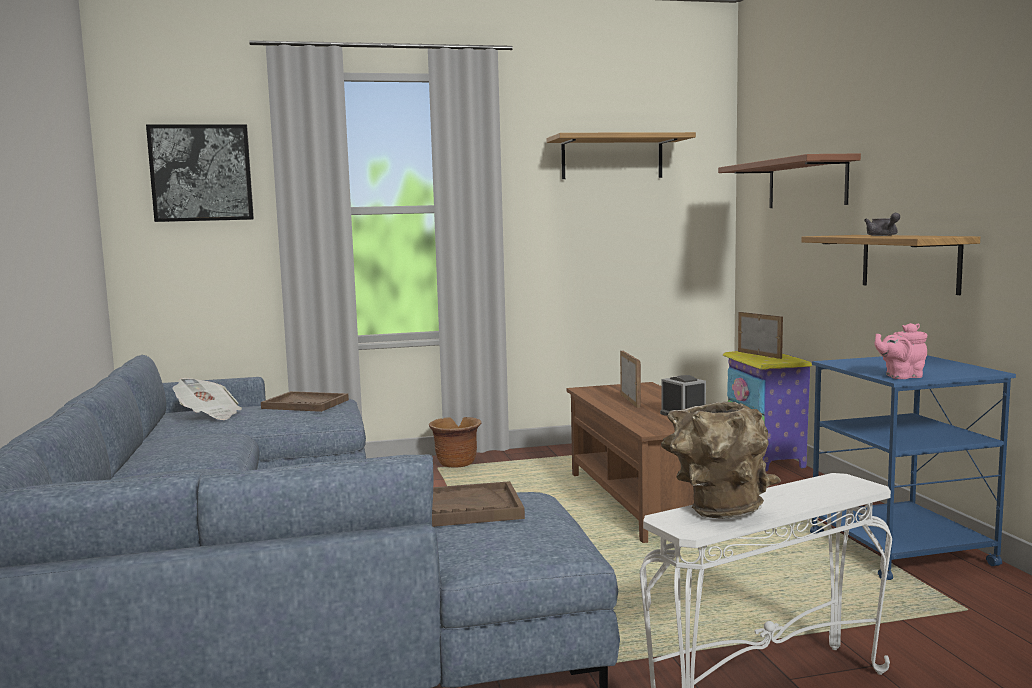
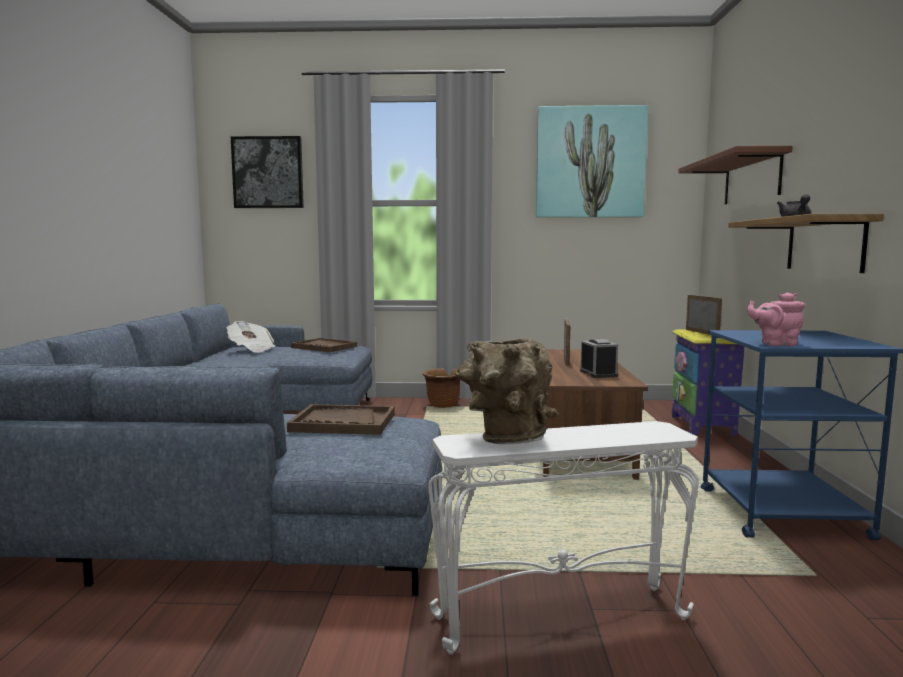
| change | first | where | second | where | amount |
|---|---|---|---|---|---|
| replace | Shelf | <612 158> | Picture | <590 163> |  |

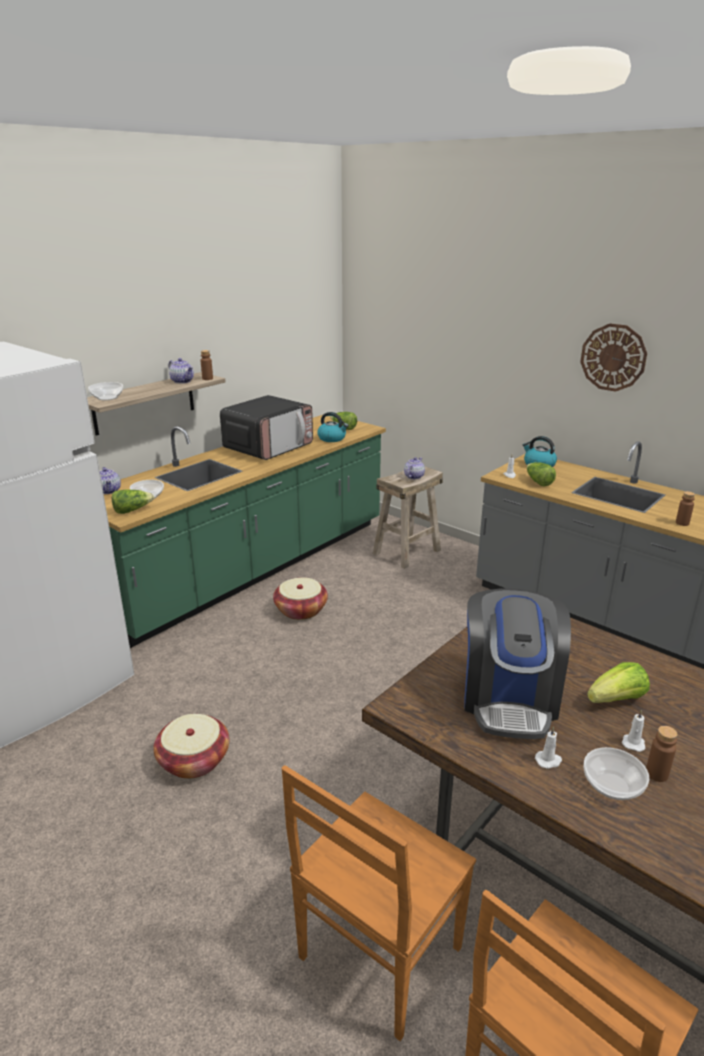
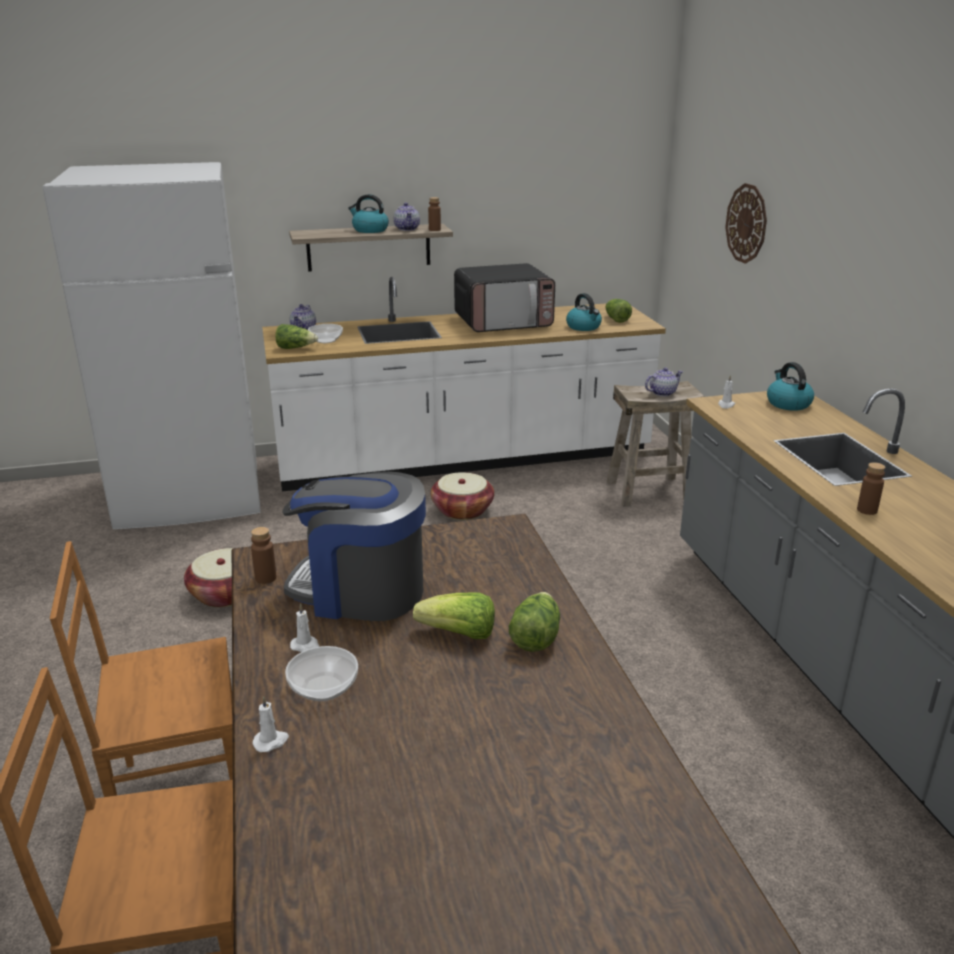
| change | first | where | second | where | amount |
|---|---|---|---|---|---|
| delete | DeepDish | <107 398> |  |  |  |
| recolor | GreenishKitchenCounter | <252 568> | WhiteColouredKitchenCounter | <464 459> |  |
| rotate | CoffeeBrewer | <509 698> |  | <360 591> | 60 degrees clockwise |
| move | LettuceHead | <538 482> |  | <535 636> |  |
| move | WallClock | <613 357> |  | <746 223> |  |
| move | WhiteColouredCandle | <633 743> |  | <271 741> |  |
| move | BrownColouredBeverageBottle | <656 774> |  | <265 578> |  |
| insert |  |  | WaterKettle | <369 230> |  |

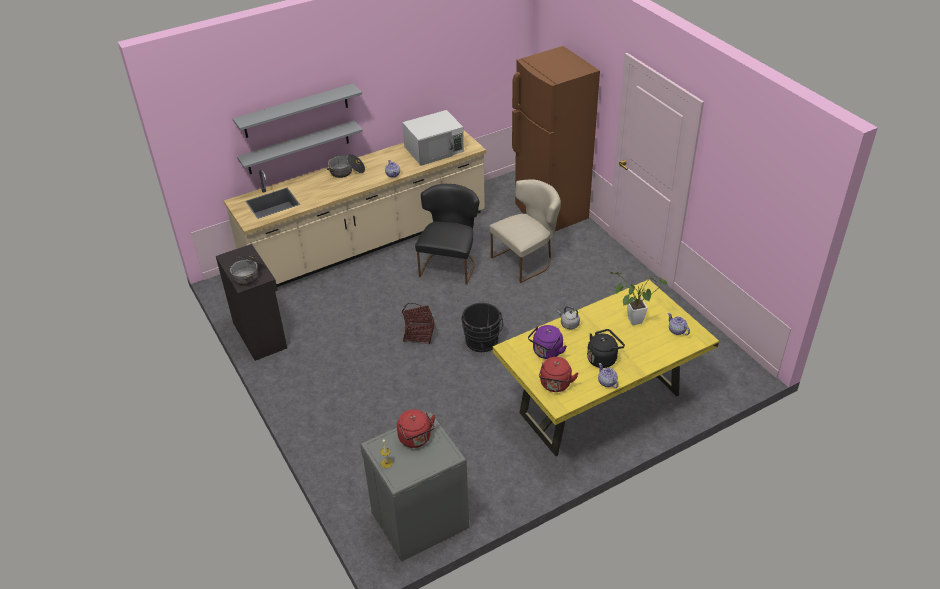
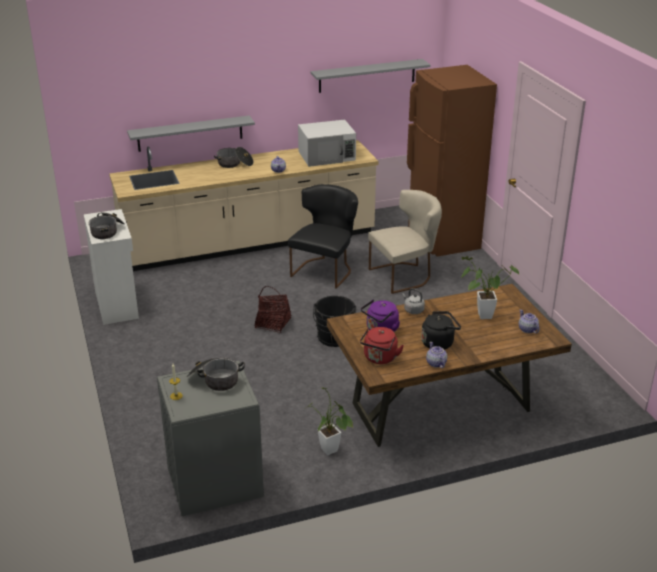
| change | first | where | second | where | amount |
|---|---|---|---|---|---|
| recolor | BlackishStorageCabinet | <260 334> | WhiteColouredStorageCabinet | <117 304> |  |
| move | GrayShelf | <296 111> |  | <367 76> |  |
| replace | RedWaterKettle | <416 439> | CookingPot | <214 380> |  |
| recolor | YellowishDiningTable | <599 405> | BrownColouredDiningTable | <439 408> |  |
| insert |  |  | PlantInAPot | <331 452> |  |

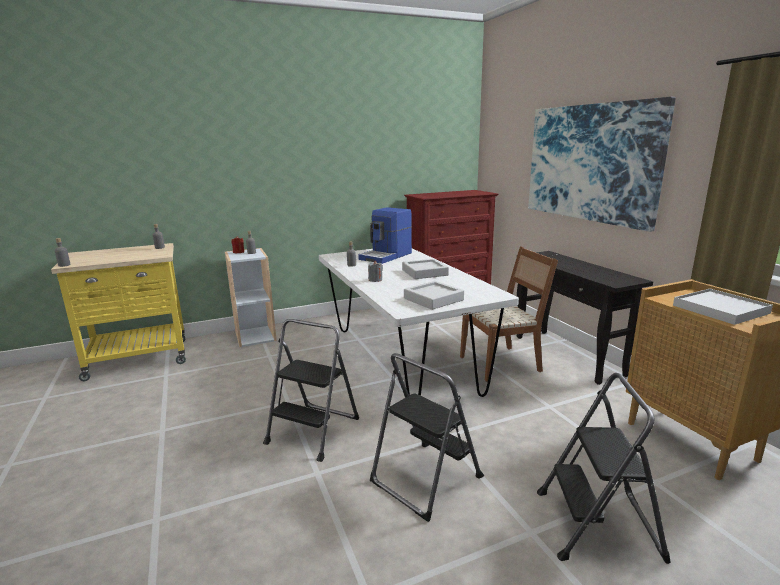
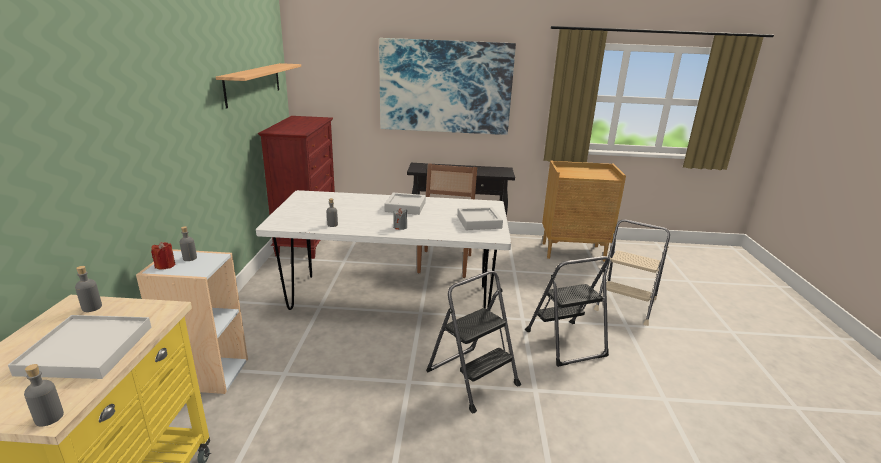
| change | first | where | second | where | amount |
|---|---|---|---|---|---|
| delete | CoffeeBrewer | <386 256> |  |  |  |
| recolor | BlackishStepStool | <603 525> | BeigeStepStool | <627 303> |  |
| move | WhiteColouredServingTray | <720 309> |  | <87 350> |  |
| insert |  |  | Shelf | <253 83> |  |

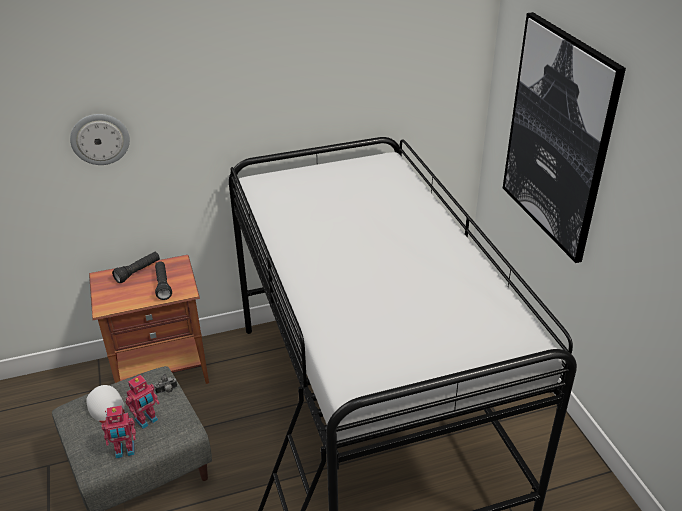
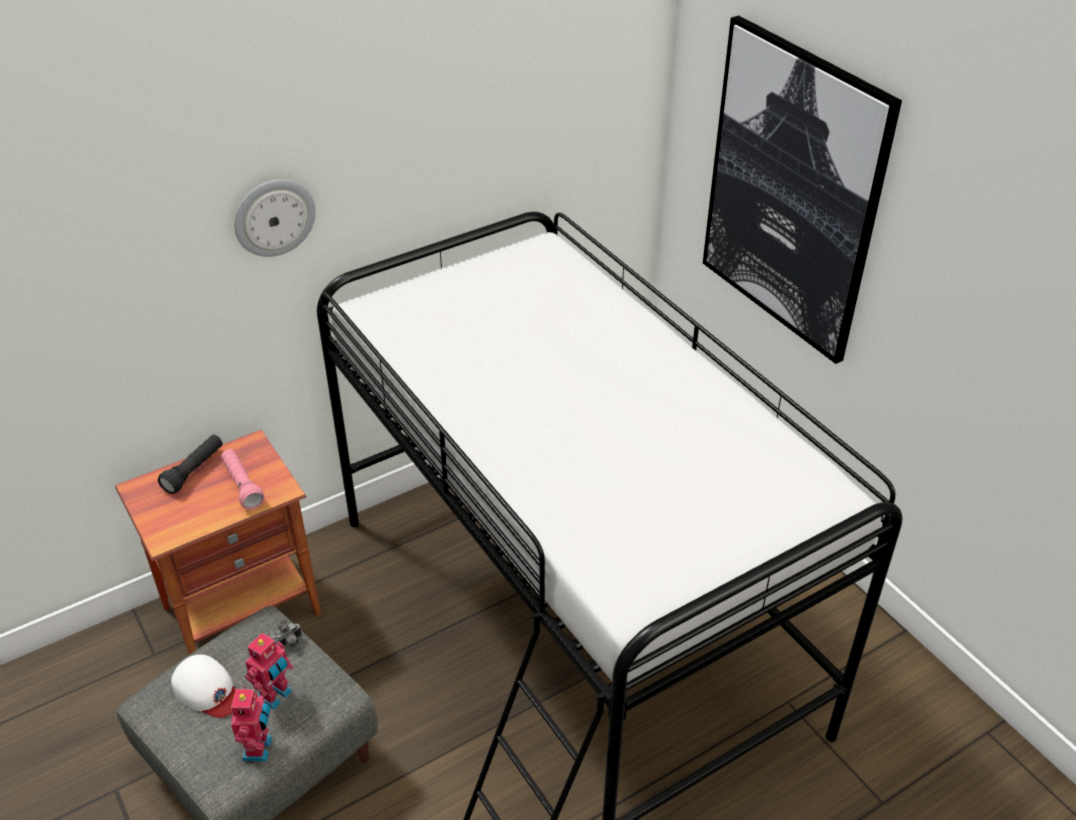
| change | first | where | second | where | amount |
|---|---|---|---|---|---|
| move | WallClock | <100 139> |  | <274 217> |  |
| rotate | ModelRobot | <125 451> |  | <259 749> | 60 degrees counterclockwise |
| recolor | BlackishHandTorch | <163 285> | PinkishHandTorch | <242 486> |  |

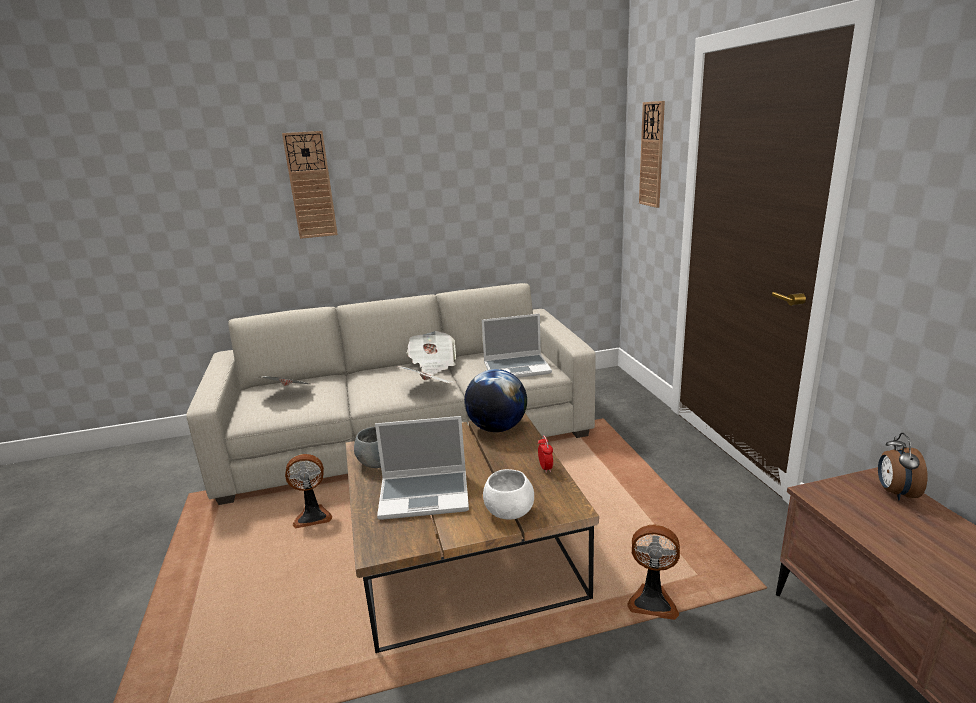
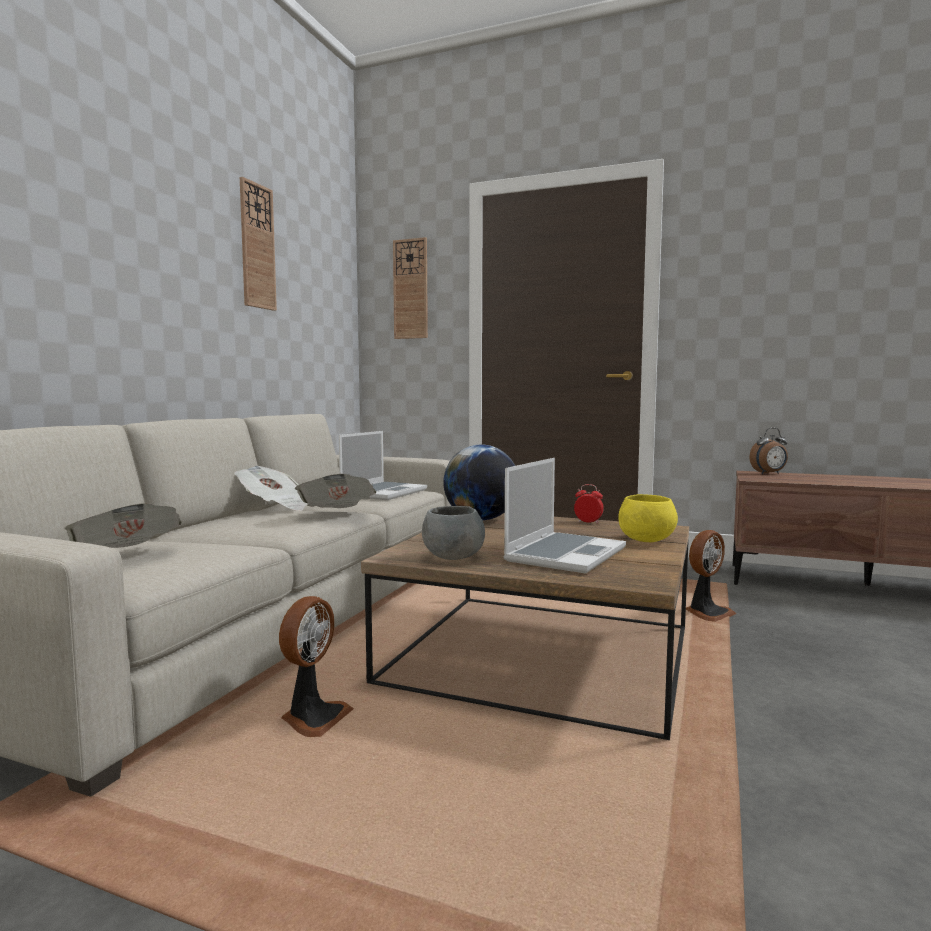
| change | first | where | second | where | amount |
|---|---|---|---|---|---|
| move | WallClock | <310 185> |  | <257 246> |  |
| recolor | WhiteColouredDeepDish | <509 512> | YellowishDeepDish | <646 540> |  |
| rotate | BedsideClock | <895 492> |  | <769 473> | 60 degrees counterclockwise |

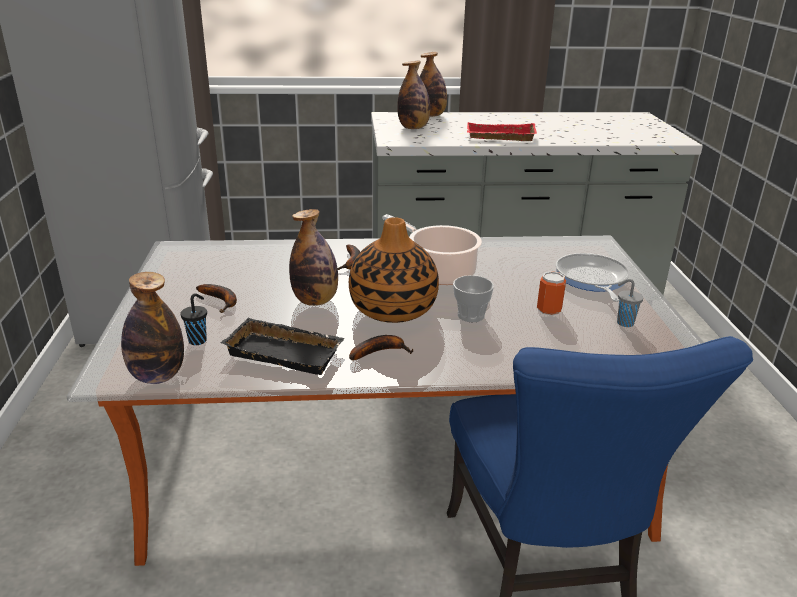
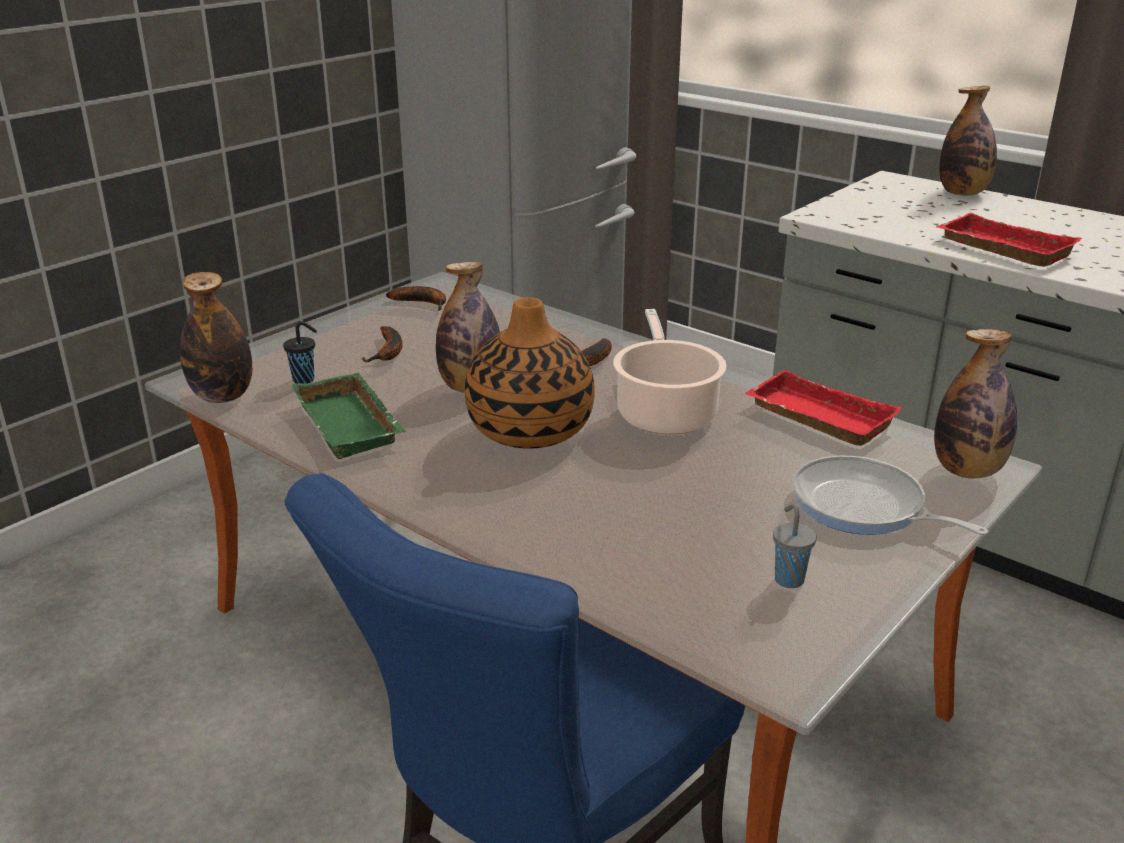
| change | first | where | second | where | amount |
|---|---|---|---|---|---|
| recolor | BlackishServingTray | <287 352> | GreenishServingTray | <352 424> |  |
| move | Banana | <380 351> |  | <423 302> |  |
| move | BeverageBottle | <413 128> |  | <967 471> |  |
| delete | SmallCup | <471 315> |  |  |  |
| delete | Can | <549 310> |  |  |  |
| rotate | Skillet | <591 279> |  | <863 507> | 90 degrees counterclockwise |
| insert |  |  | RedServingTray | <816 418> |  |

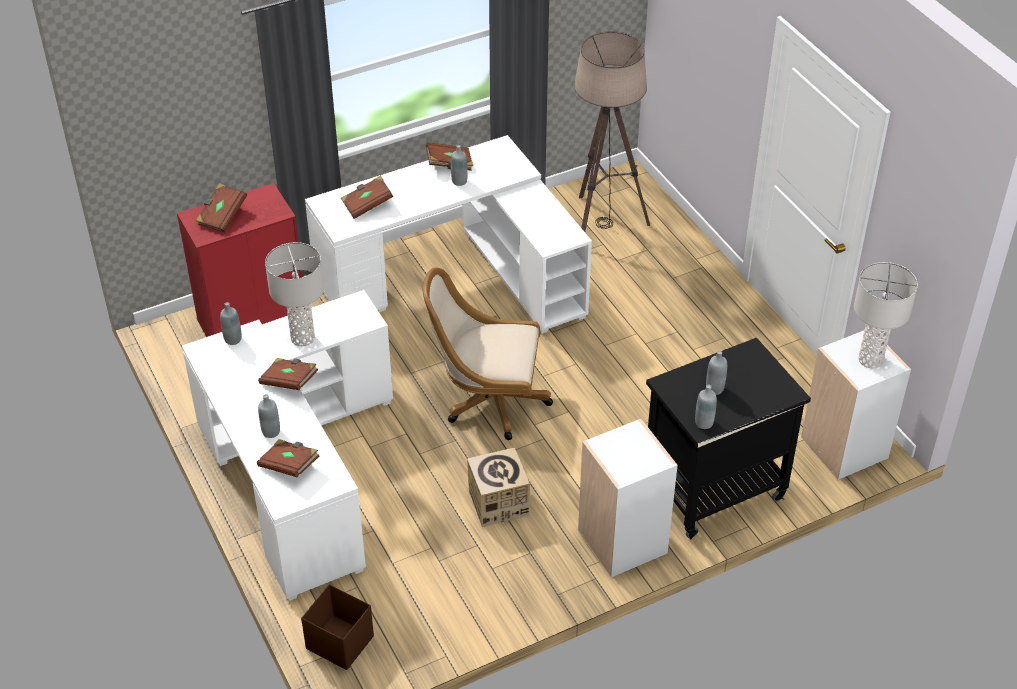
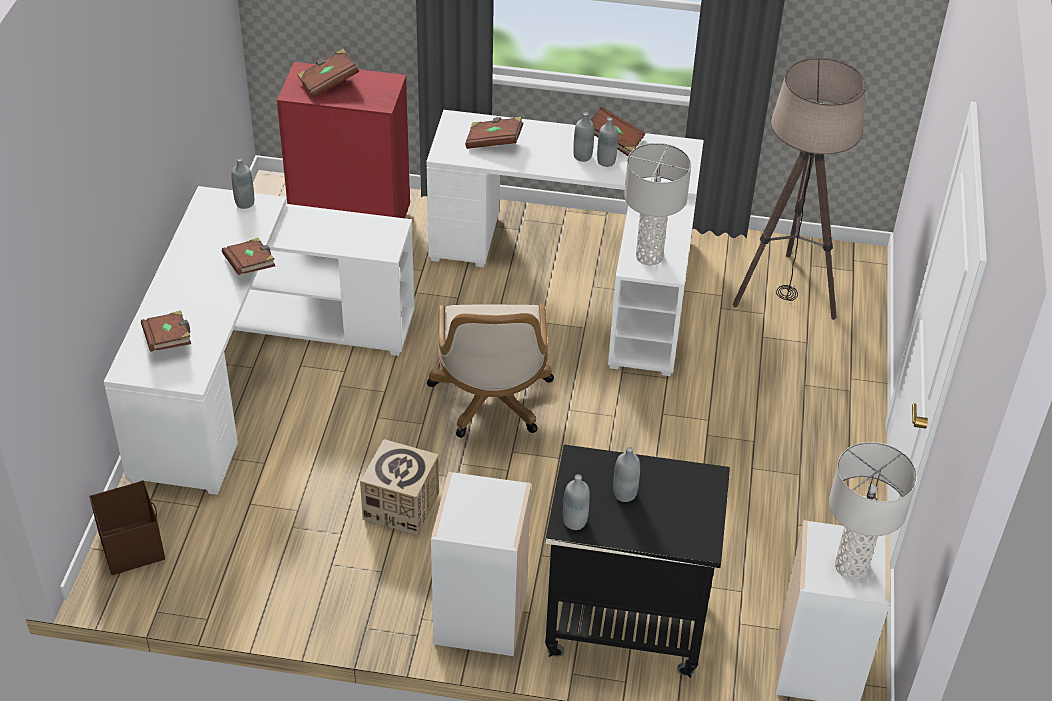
| change | first | where | second | where | amount |
|---|---|---|---|---|---|
| move | GrayBeverageBottle | <271 432> |  | <582 156> |  |
| move | WhiteColouredTabletopLamp | <302 338> |  | <649 256> |  |
| rotate | ComputerChair | <488 400> |  | <492 403> | 135 degrees counterclockwise |

